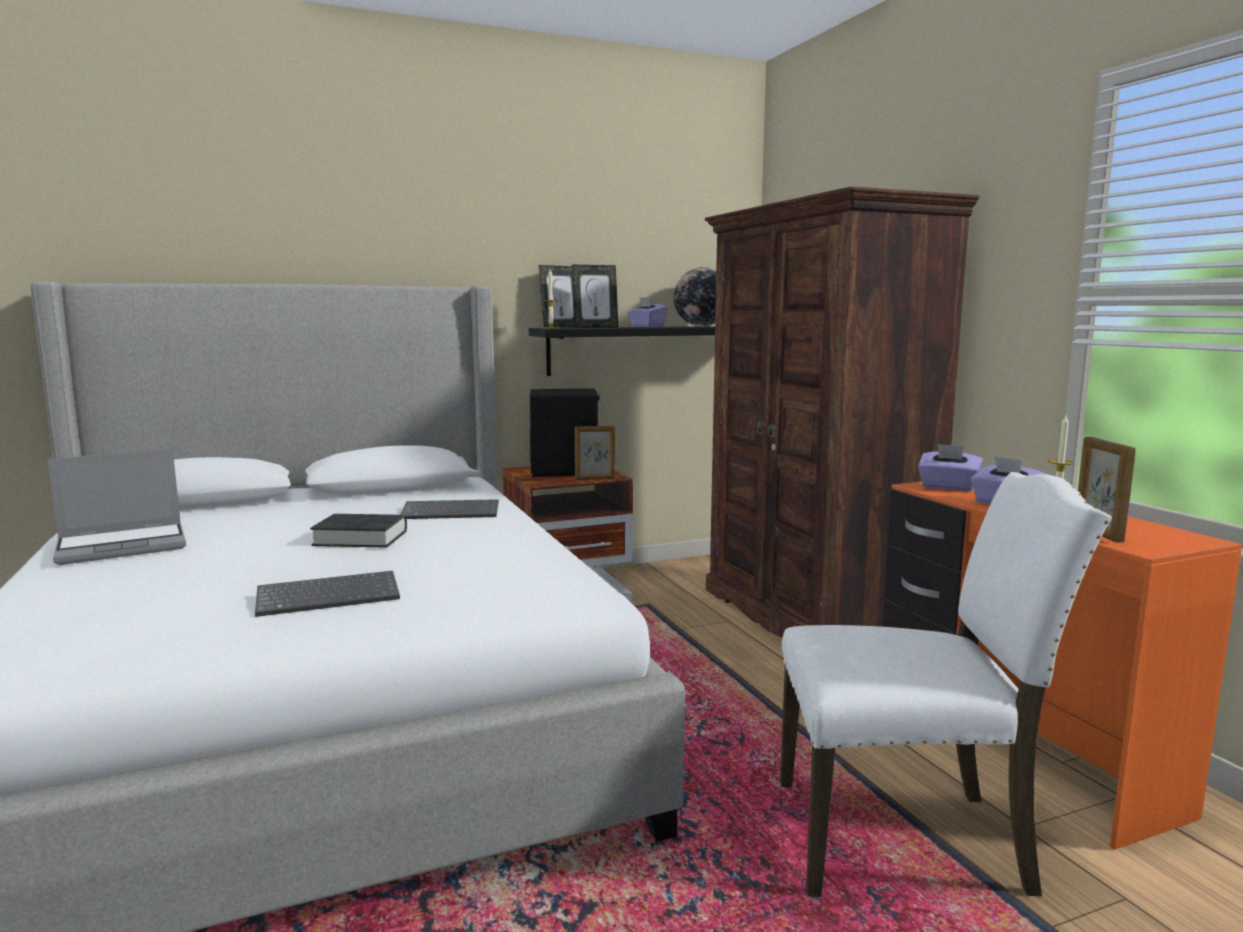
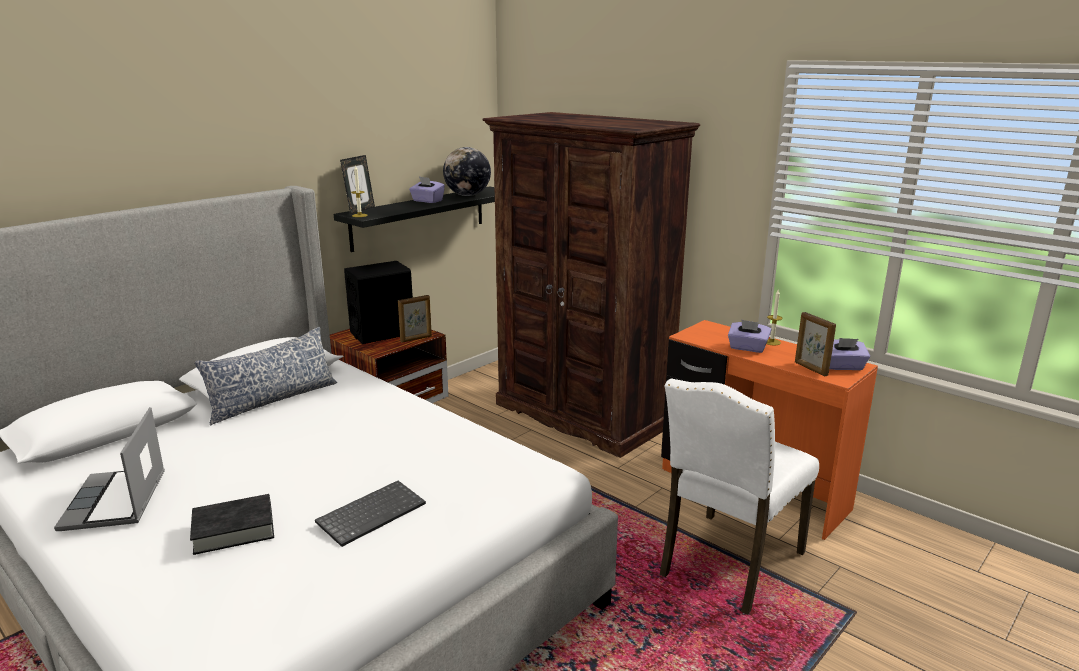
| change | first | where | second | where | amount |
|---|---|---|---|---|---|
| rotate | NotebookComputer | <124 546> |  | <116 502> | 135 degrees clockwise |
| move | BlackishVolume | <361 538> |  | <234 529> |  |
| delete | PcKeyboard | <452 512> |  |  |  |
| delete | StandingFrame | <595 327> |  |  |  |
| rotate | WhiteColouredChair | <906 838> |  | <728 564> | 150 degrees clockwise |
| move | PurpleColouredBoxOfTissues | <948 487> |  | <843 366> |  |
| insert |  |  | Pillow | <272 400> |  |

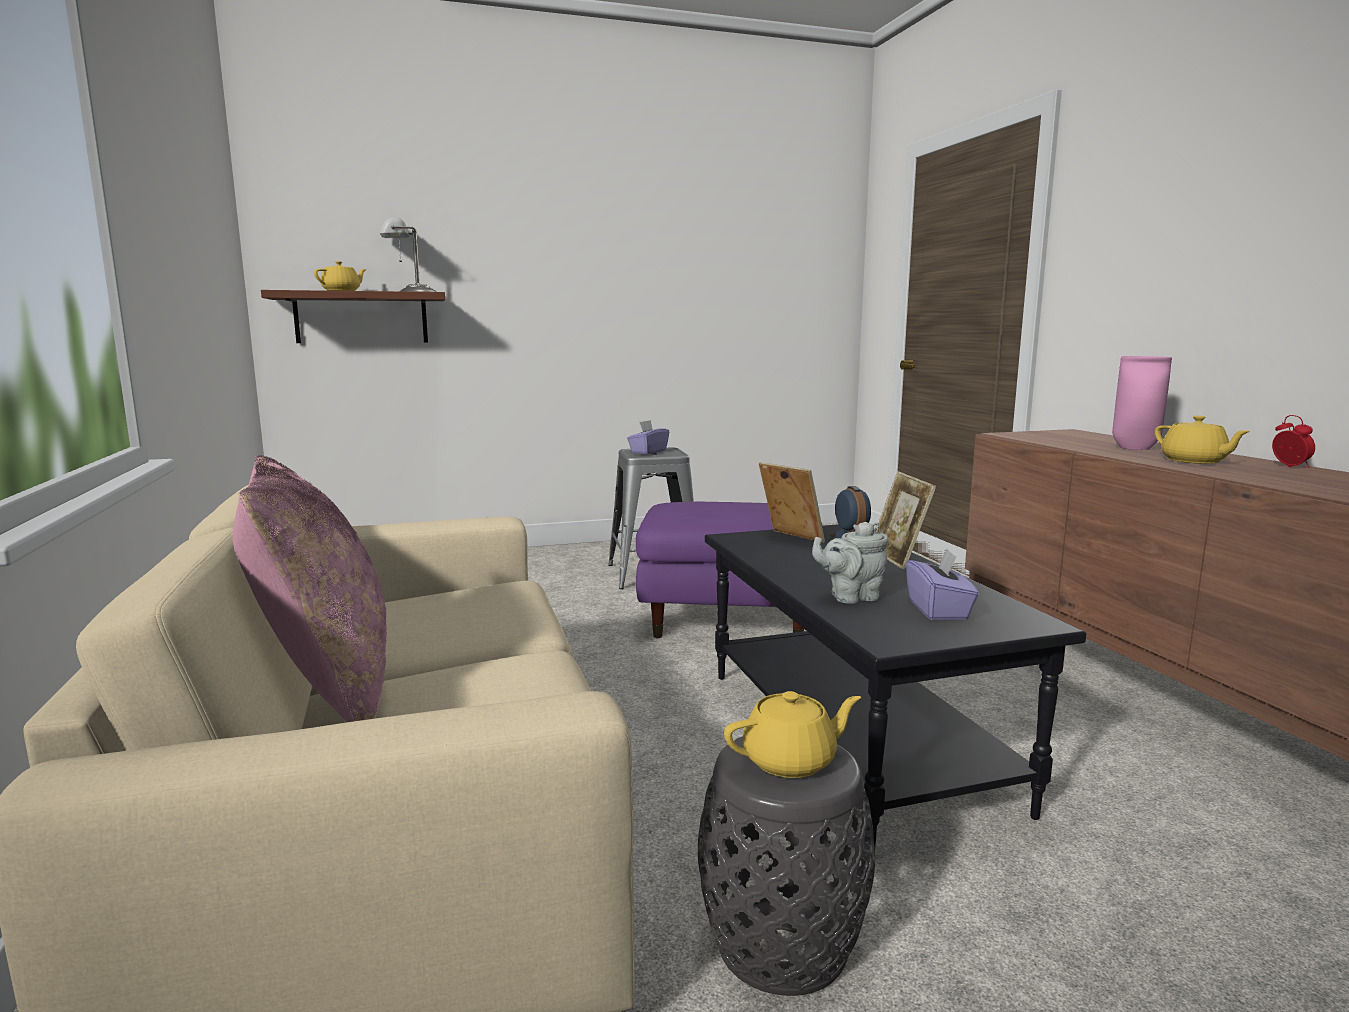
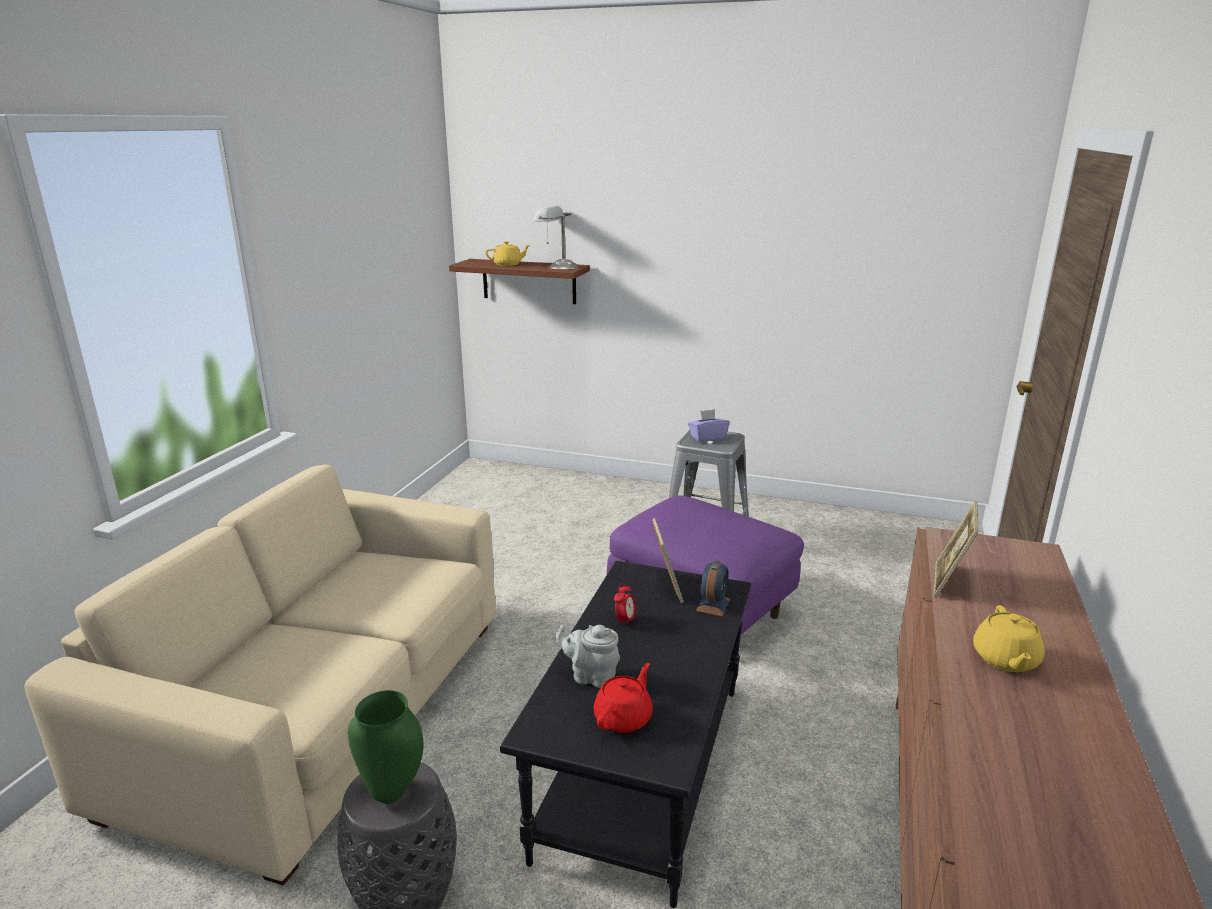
| change | first | where | second | where | amount |
|---|---|---|---|---|---|
| delete | PinkishPillow | <326 689> |  |  |  |
| replace | YellowishTeaPot | <791 761> | GreenishDecorativeVase | <393 791> |  |
| move | StandingFrame | <898 559> |  | <949 583> |  |
| replace | PurpleColouredBoxOfTissues | <939 610> | RedTeaPot | <624 718> |  |
| delete | PinkishDecorativeVase | <1136 448> |  |  |  |
| move | BedsideClock | <1290 467> |  | <625 621> |  |

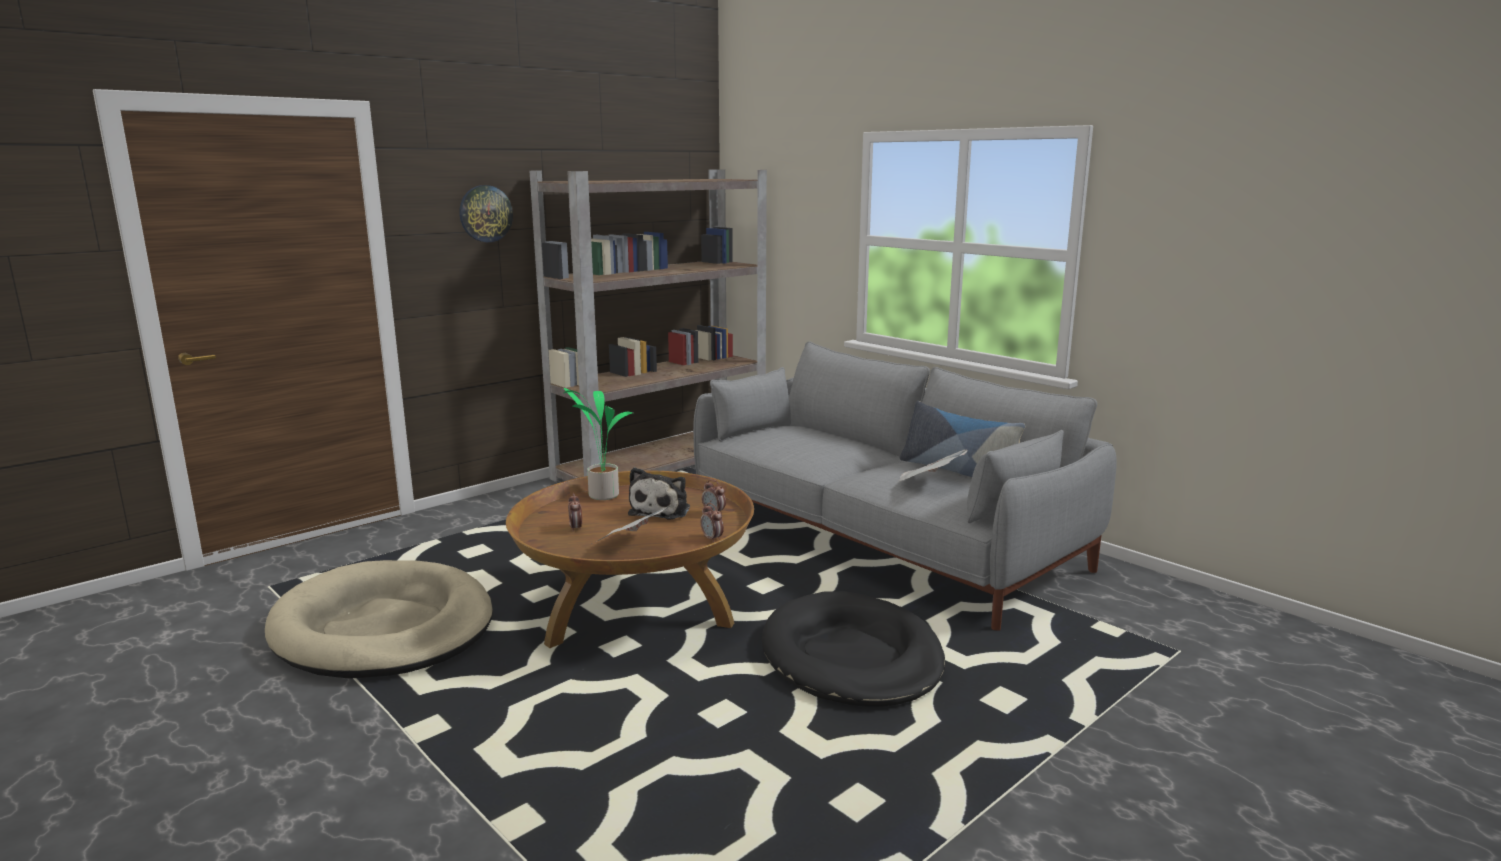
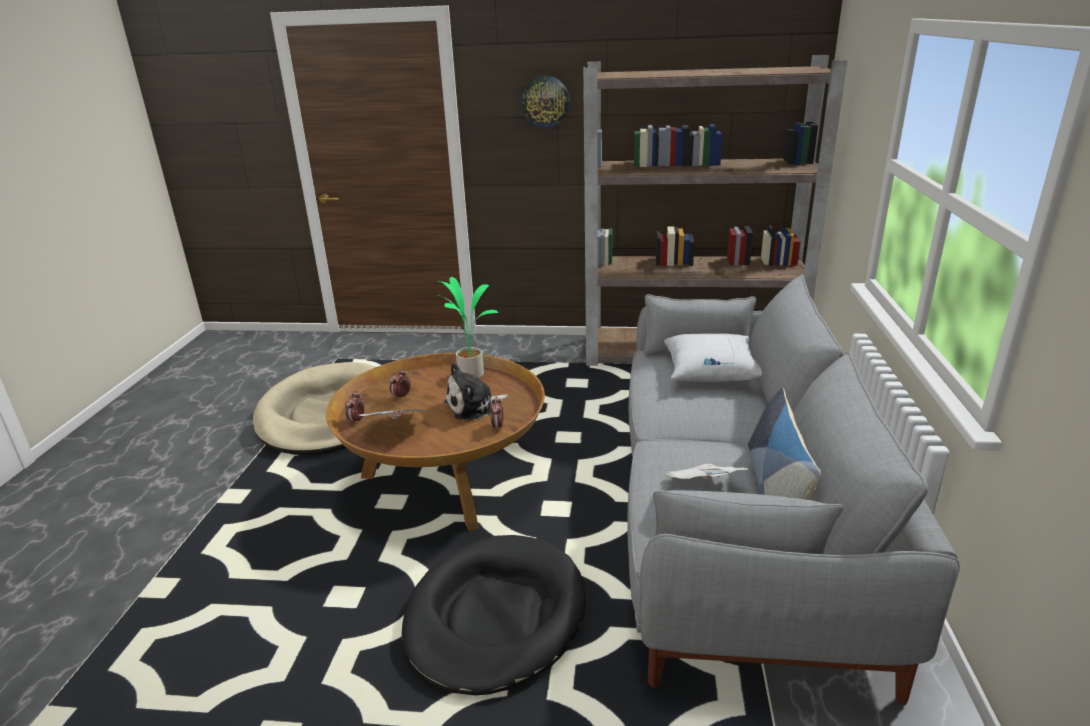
| change | first | where | second | where | amount |
|---|---|---|---|---|---|
| move | BedsideClock | <712 539> |  | <357 420> |  |
| insert |  |  | GrayPillow | <710 372> |  |

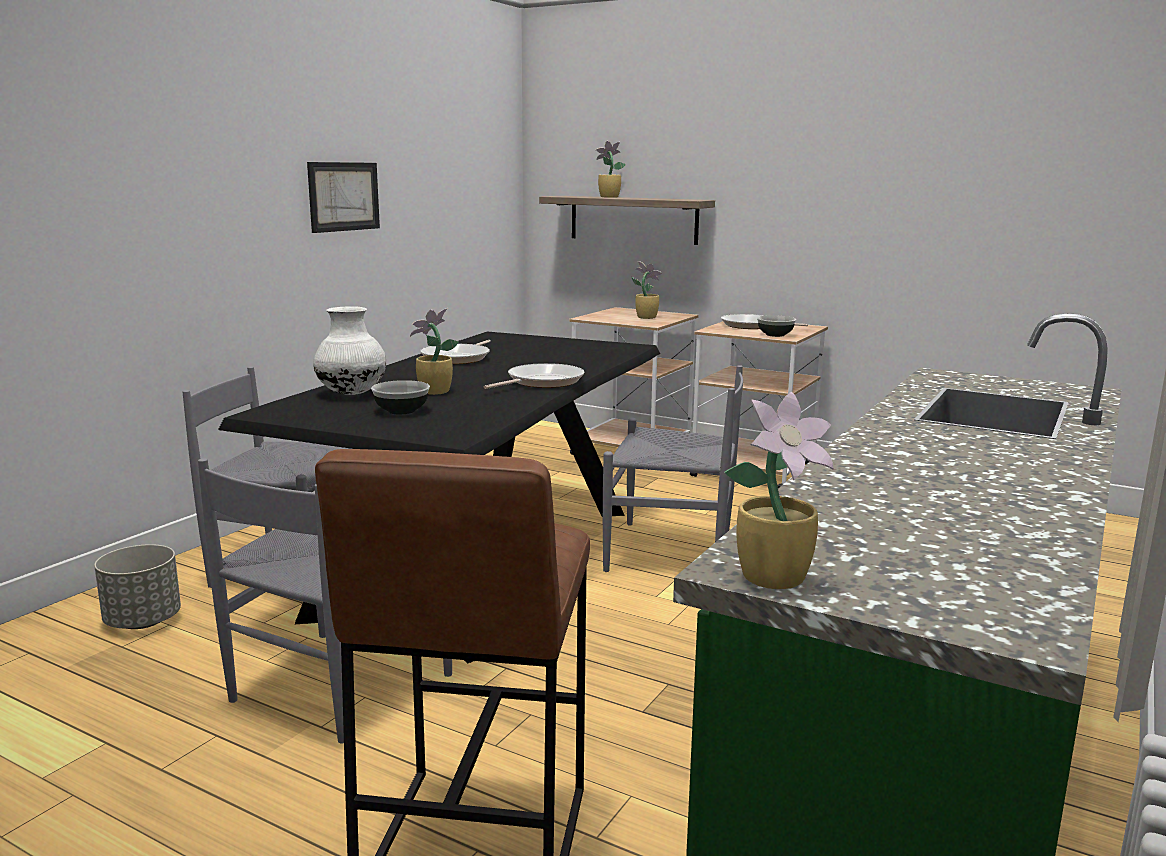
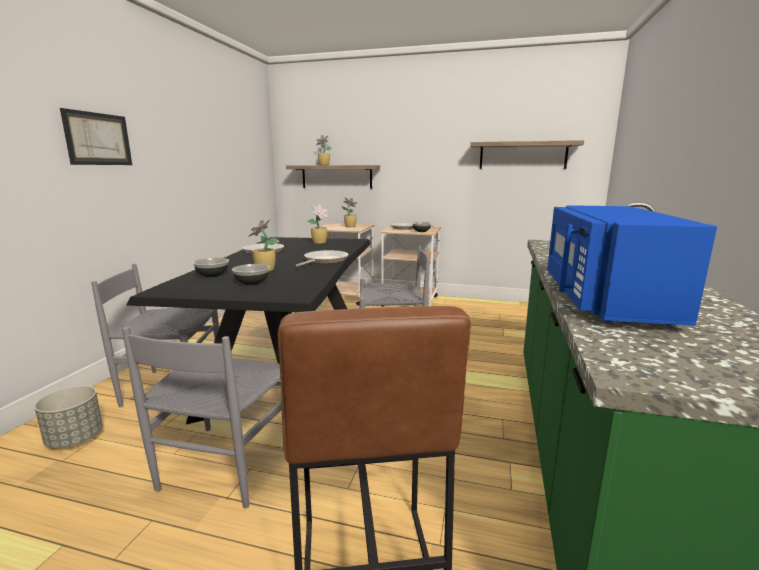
| change | first | where | second | where | amount |
|---|---|---|---|---|---|
| move | Picture | <343 196> |  | <98 139> |  |
| replace | WhiteColouredDecorativeVase | <352 394> | DeepDish | <213 275> |  |
| move | PlantInAPot | <777 578> |  | <320 242> |  |
| insert |  |  | Shelf | <522 155> |  |
| insert |  |  | BlueColouredMicrowave | <603 299> |  |

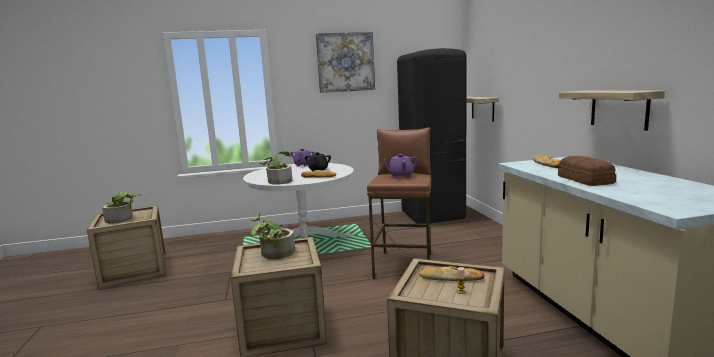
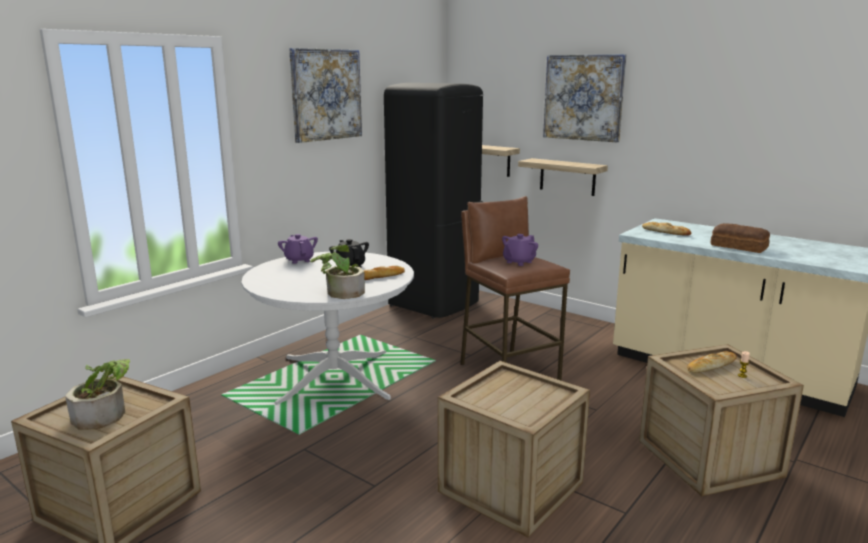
| change | first | where | second | where | amount |
|---|---|---|---|---|---|
| delete | PlantInAPot | <274 254> |  |  |  |
| move | Shelf | <619 109> |  | <567 177> |  |
| insert |  |  | Picture | <583 97> |  |

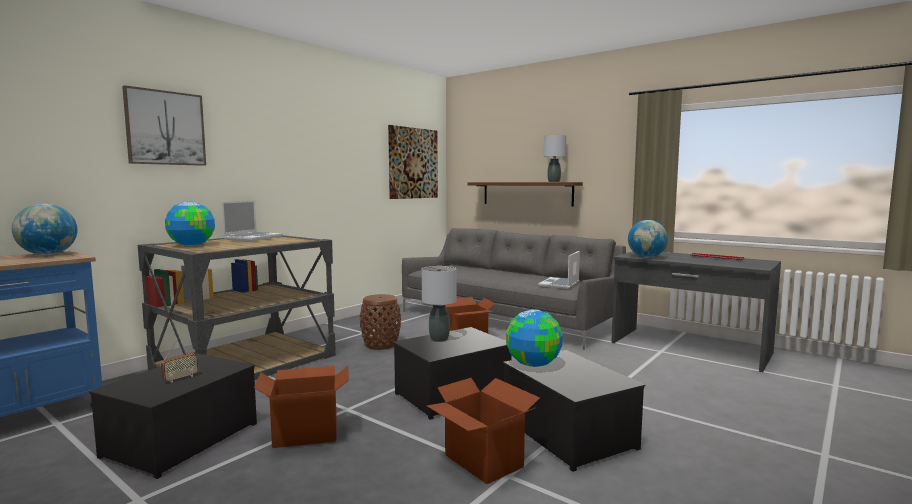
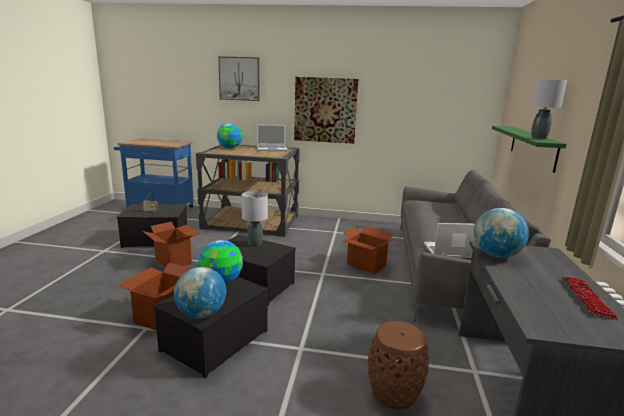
| change | first | where | second | where | amount |
|---|---|---|---|---|---|
| move | Globe | <48 254> |  | <201 314> |  |
| move | BrownColouredStool | <380 345> |  | <393 393> |  |
| move | Picture | <413 163> |  | <325 110> |  |
| recolor | BrownColouredShelf | <526 193> | GreenishShelf | <532 147> |  |

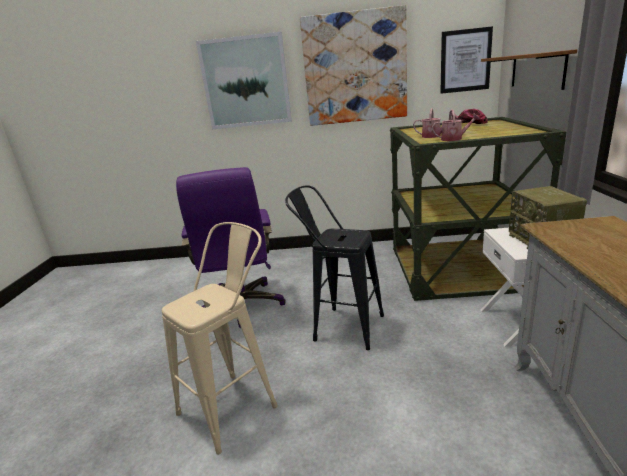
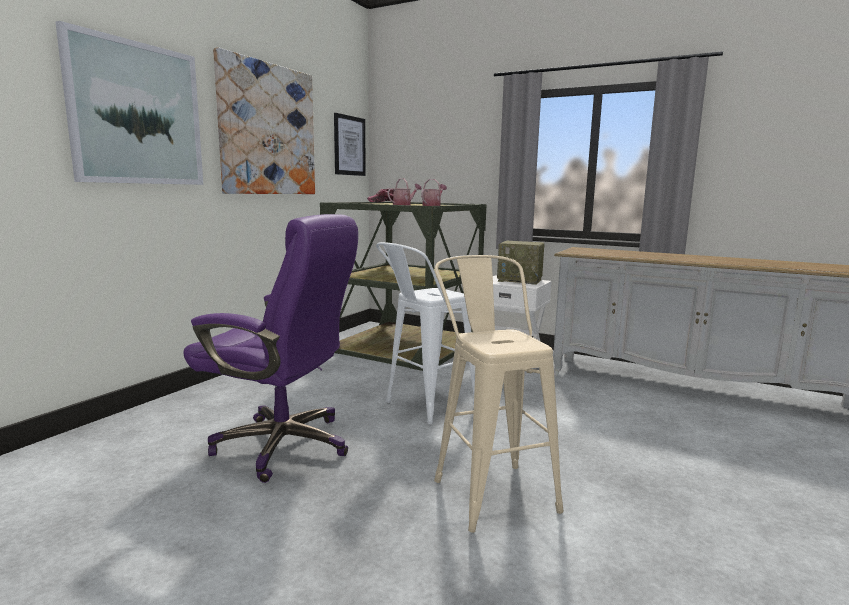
| change | first | where | second | where | amount |
|---|---|---|---|---|---|
| recolor | BlackishStool | <341 326> | WhiteColouredStool | <423 407> |  |
| delete | Shelf | <537 70> |  |  |  |

